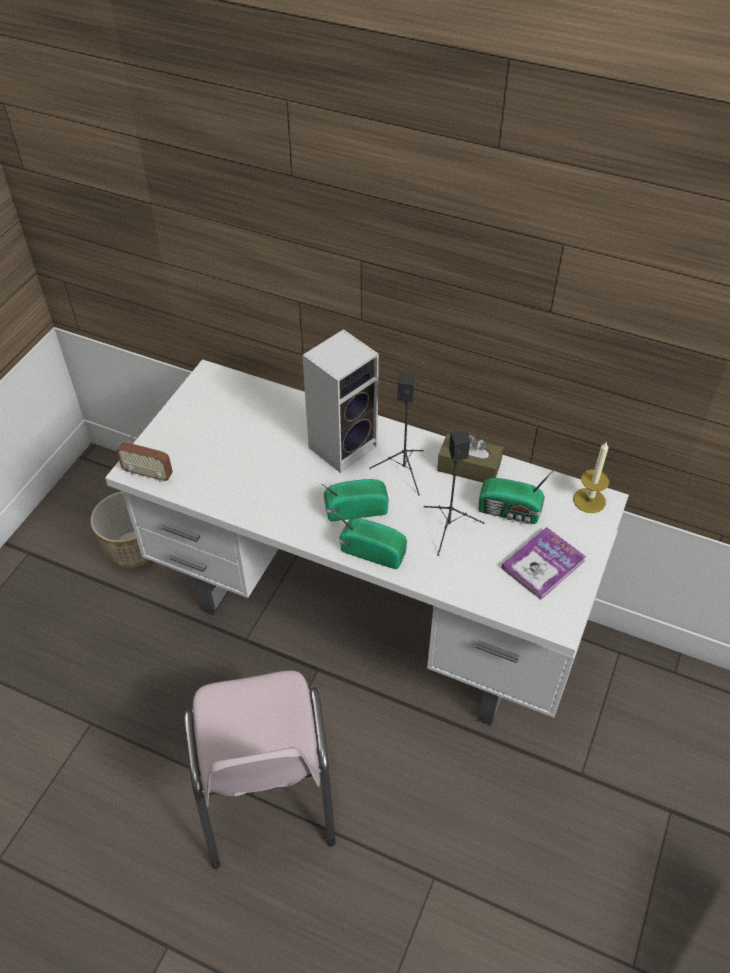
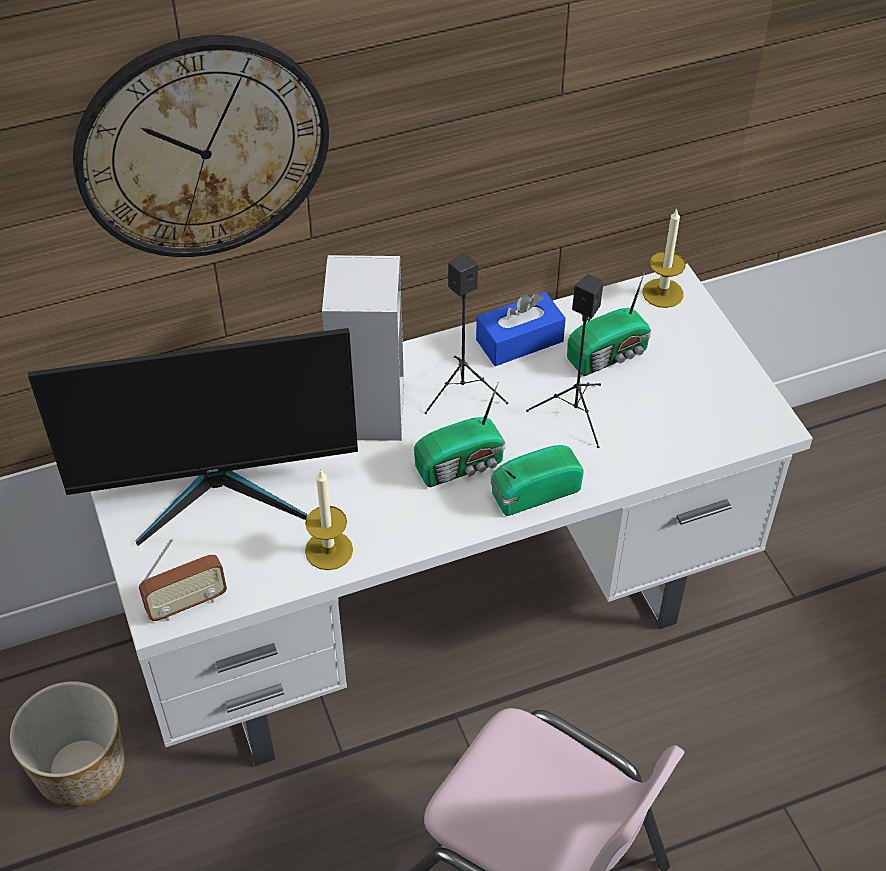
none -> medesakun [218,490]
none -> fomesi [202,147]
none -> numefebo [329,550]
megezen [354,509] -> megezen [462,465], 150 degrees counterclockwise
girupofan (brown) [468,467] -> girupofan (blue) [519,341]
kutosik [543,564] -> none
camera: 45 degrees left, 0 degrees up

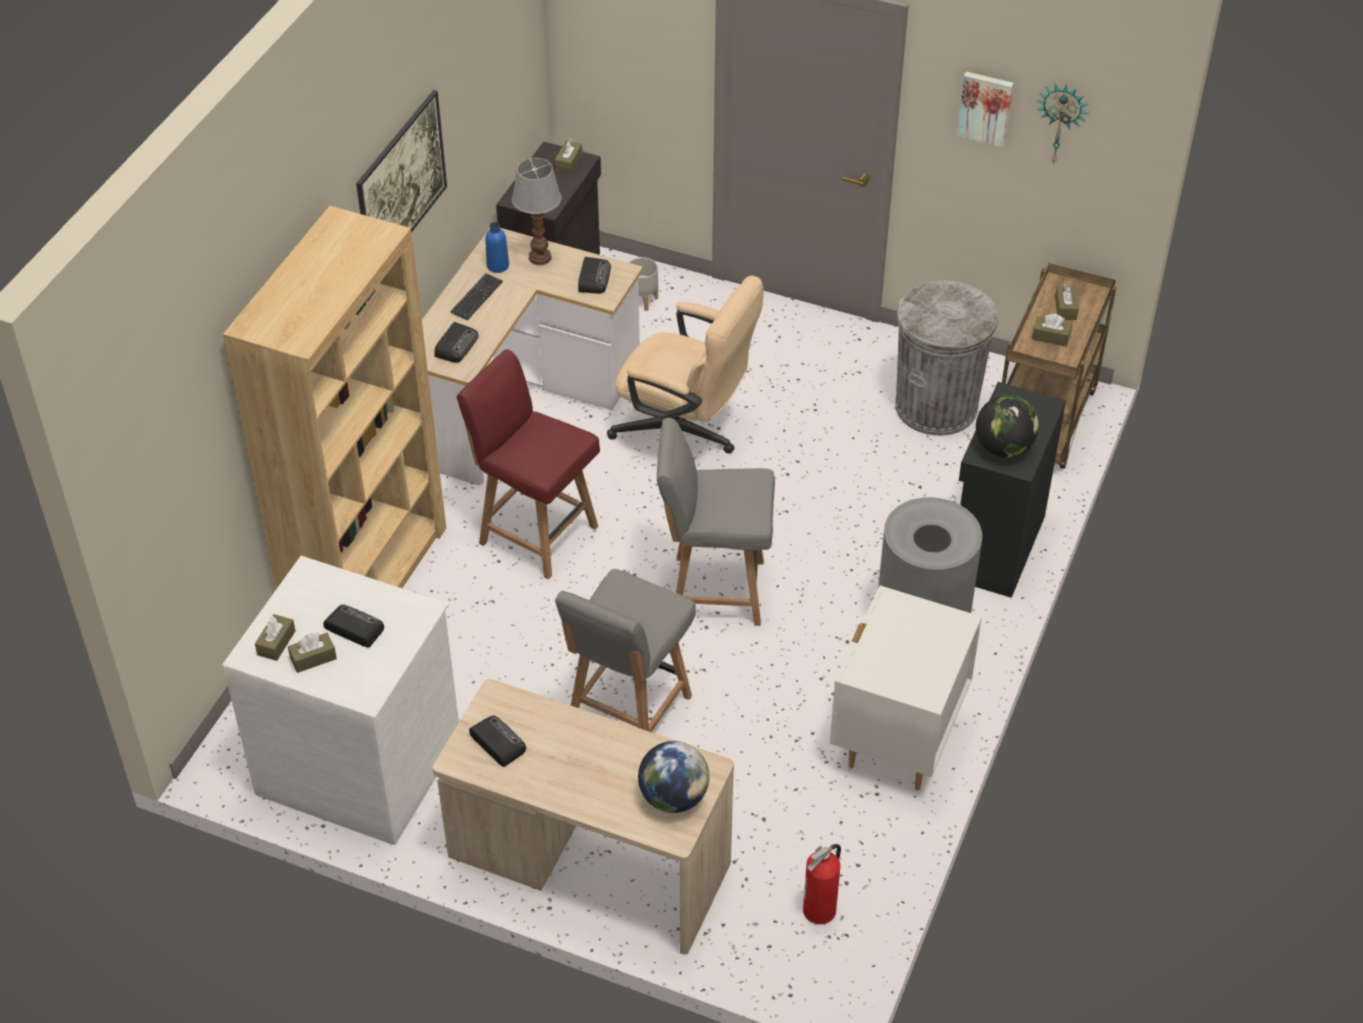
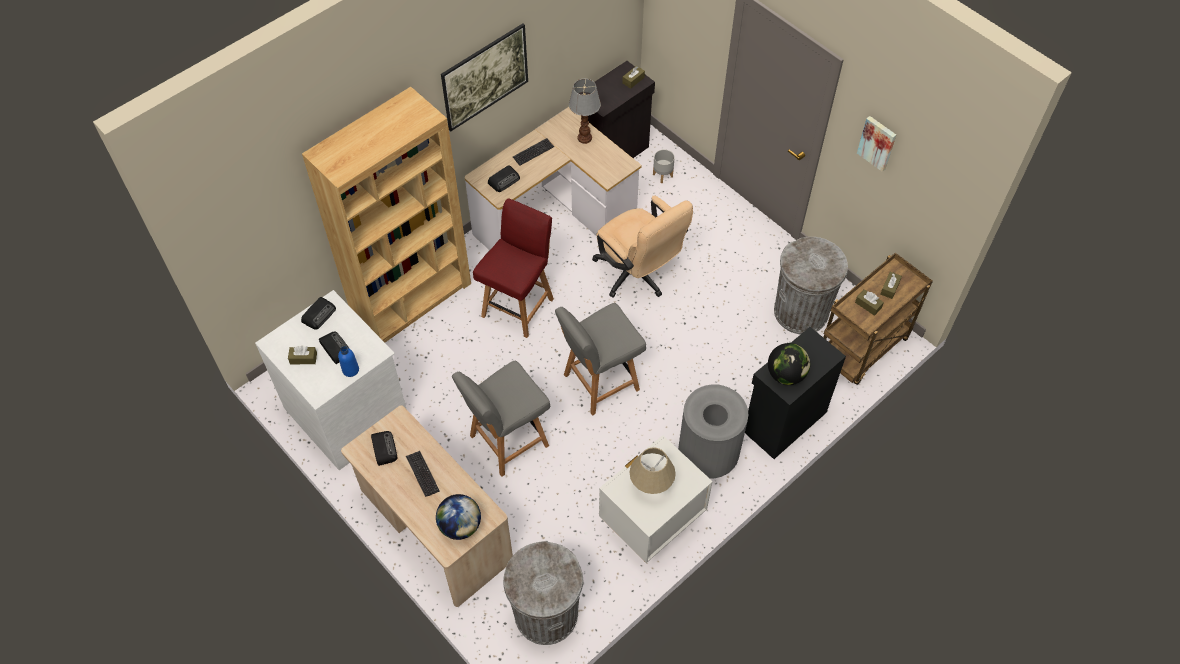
megezen [593,278] -> megezen [319,314], shifted
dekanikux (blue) [498,266] -> dekanikux (blue) [350,370], shifted
none -> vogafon [422,474]
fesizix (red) [536,533] -> fesizix (red) [518,306], 60 degrees clockwise
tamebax [820,910] -> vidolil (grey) [546,614]
fesizix (grey) [714,590] -> fesizix (grey) [599,383], 60 degrees counterclockwise
none -> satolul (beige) [651,485]
girupofan (brown) [276,643] -> none
fomesi [1060,122] -> none
camera: 25 degrees right, 10 degrees up

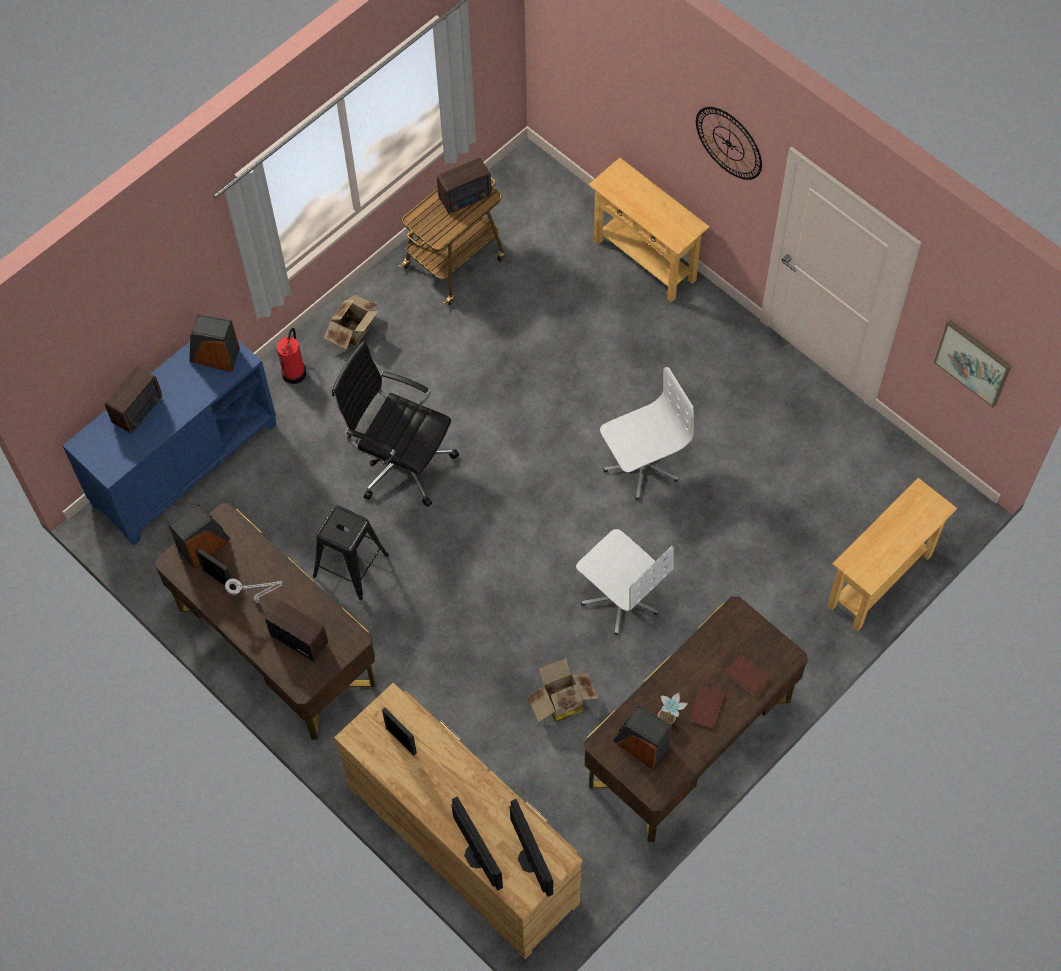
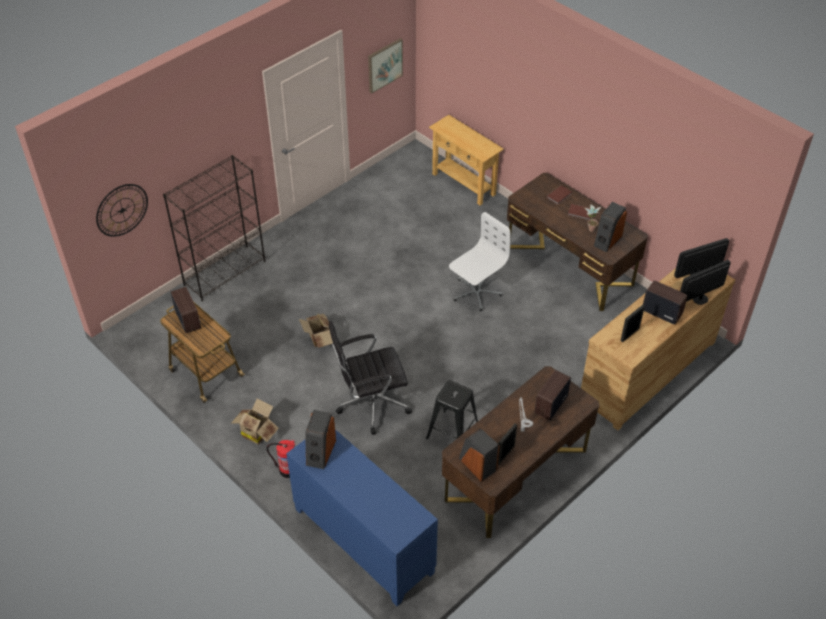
fomesi [728,143] -> fomesi [122,210], shifted
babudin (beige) [644,260] -> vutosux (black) [225,272]
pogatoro [561,702] -> pogatoro [319,339], shifted
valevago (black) [400,462] -> valevago (black) [371,404], 45 degrees clockwise
megezen [139,410] -> megezen [661,312], shifted
valevago (white) [641,465] -> none
camera: 90 degrees left, 15 degrees down

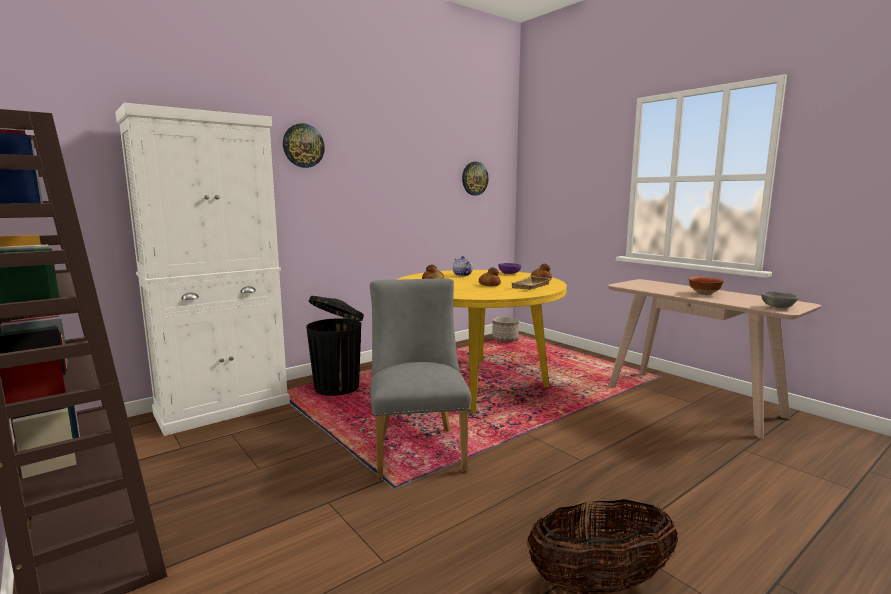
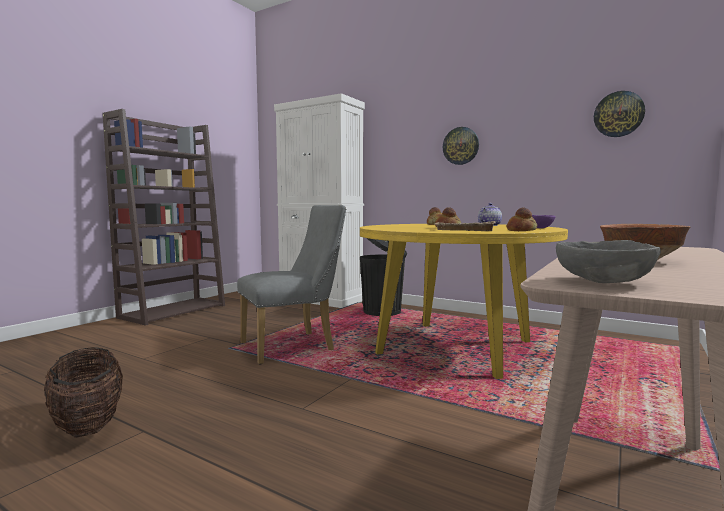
fomesi [303,146] -> fomesi [460,146], shifted
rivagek [505,340] -> none
camera: 70 degrees right, 5 degrees down

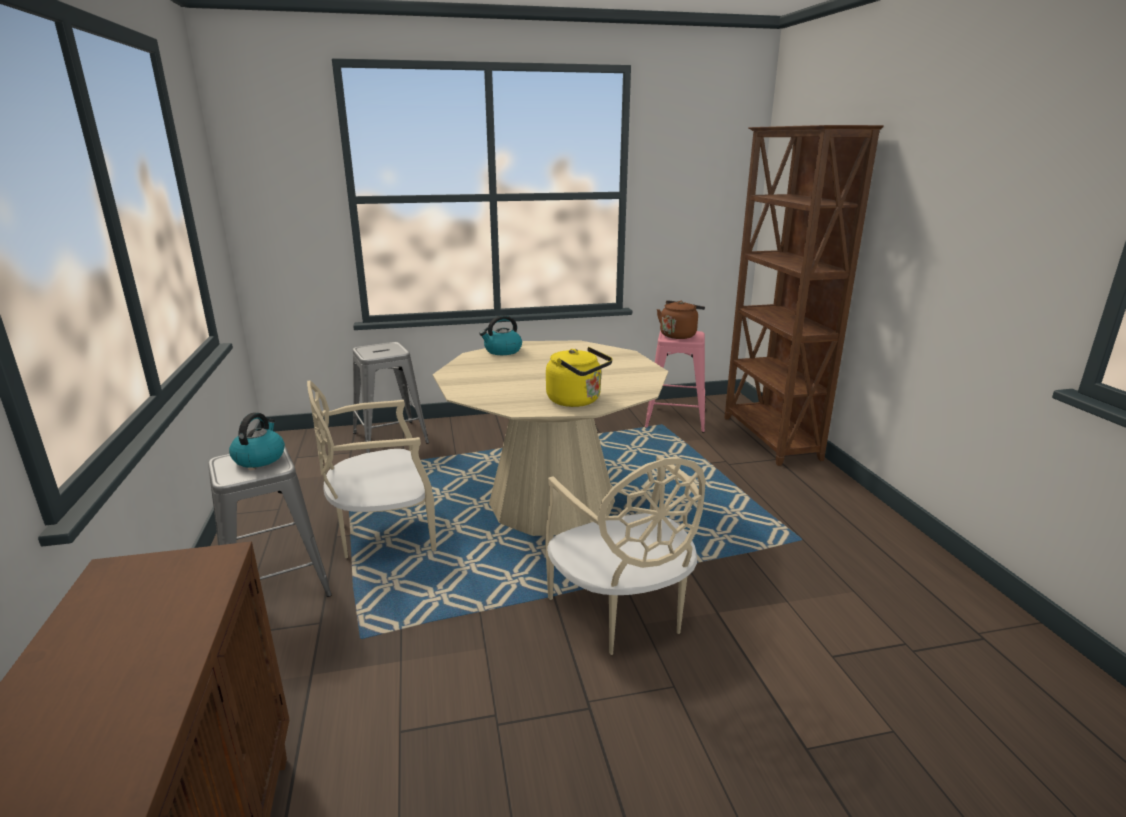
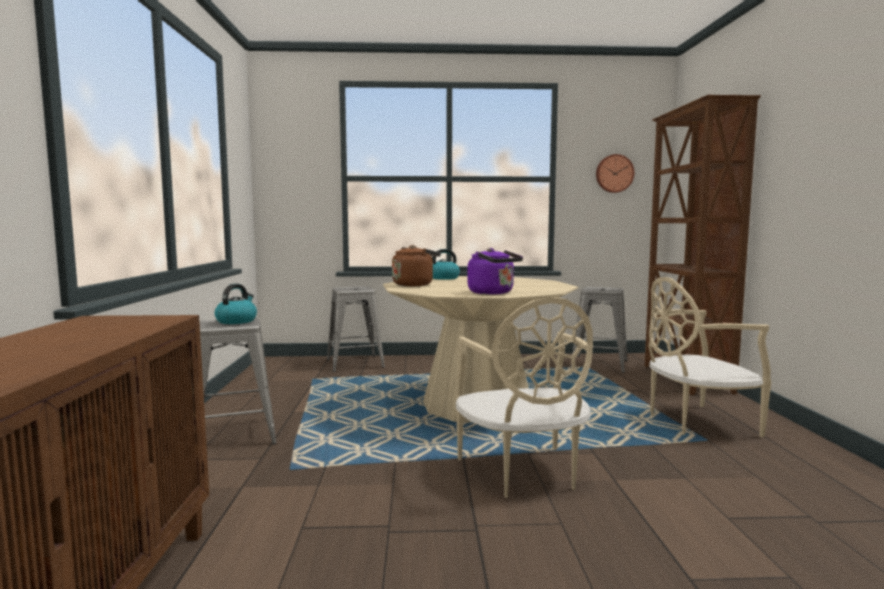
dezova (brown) [679,335] -> dezova (brown) [414,285], shifted
dezova (yellow) [577,401] -> dezova (purple) [493,293]
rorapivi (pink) [675,418] -> rorapivi (grey) [599,364]
none -> fomesi [614,173]
fesizix (beige) [383,532] -> fesizix (beige) [697,422], shifted
camera: 10 degrees right, 15 degrees down

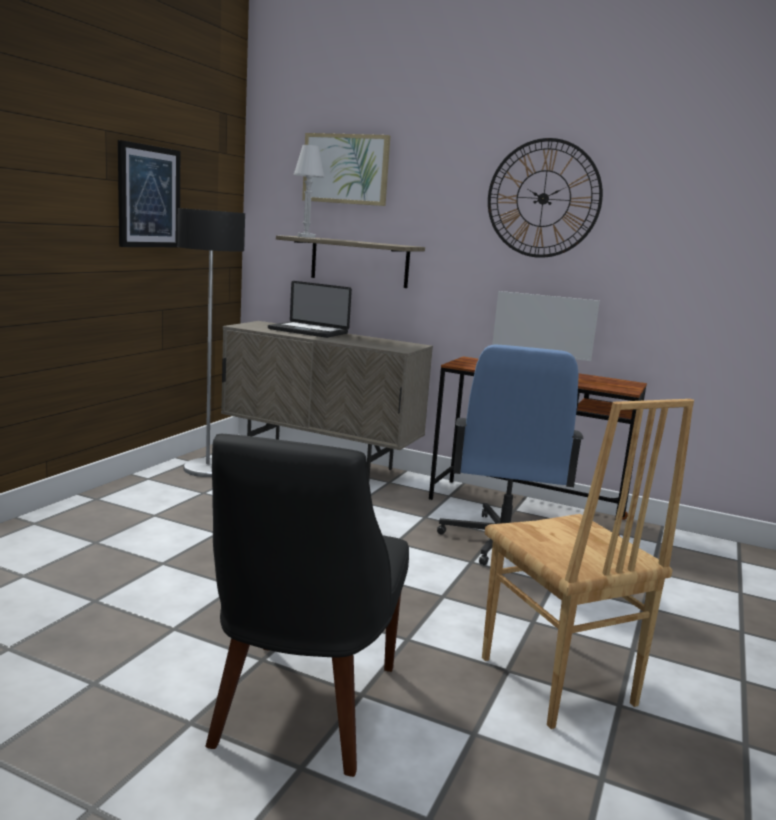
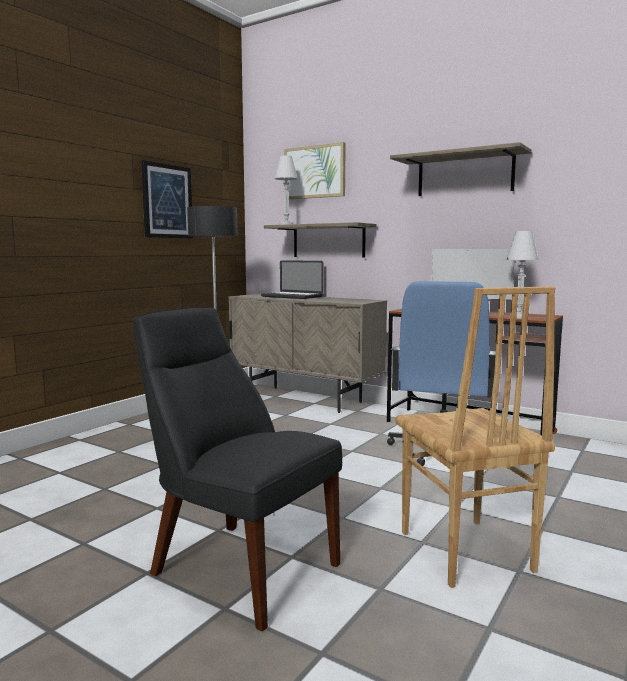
fesizix (black) [302,710] -> fesizix (black) [238,567], 105 degrees clockwise
fomesi [543,198] -> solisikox [465,174]
none -> satolul (white) [518,317]
camera: 10 degrees right, 5 degrees down

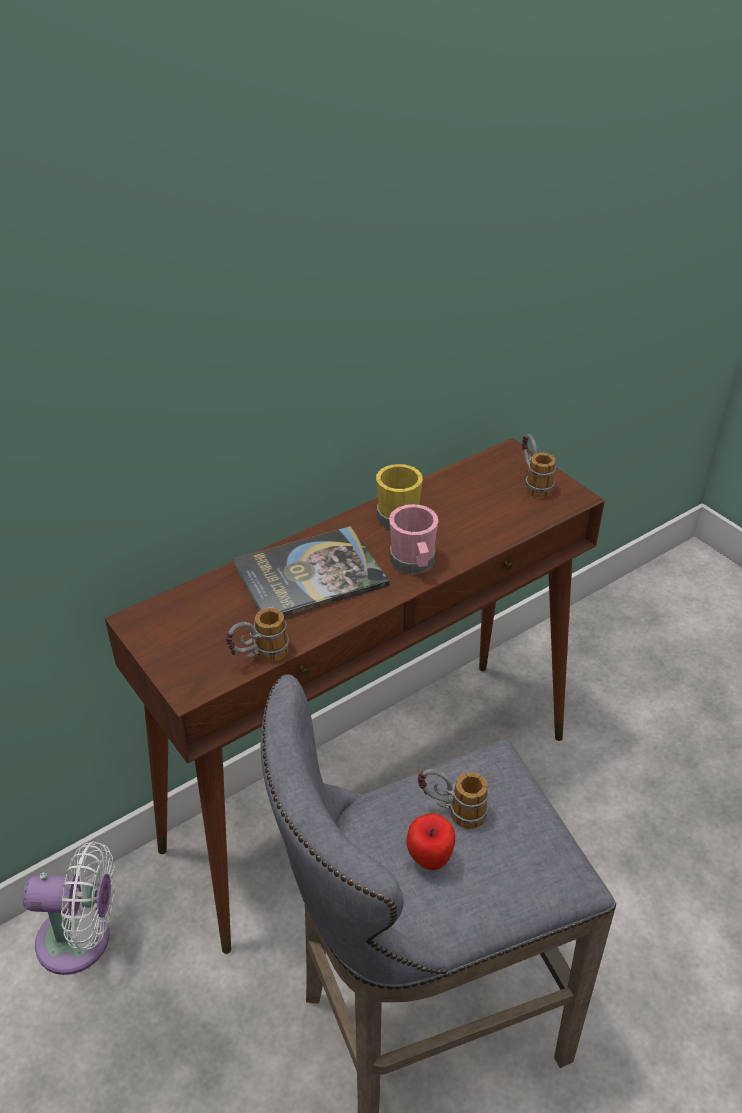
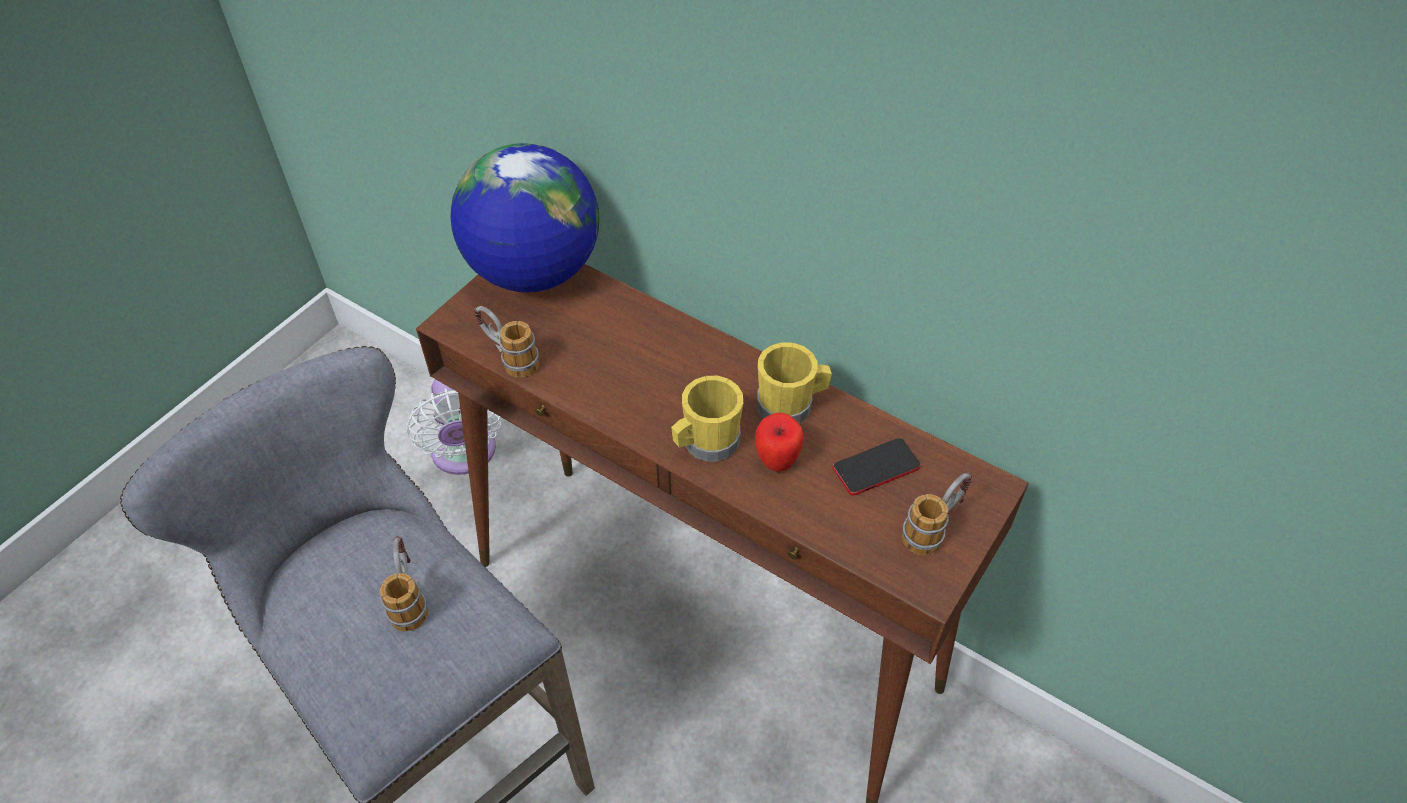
none -> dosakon [533,272]
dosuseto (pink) [414,563] -> dosuseto (yellow) [706,443]
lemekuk [429,860] -> lemekuk [777,461], shifted
none -> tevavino [876,468]
kutosik [310,575] -> none
camera: 70 degrees right, 10 degrees up

